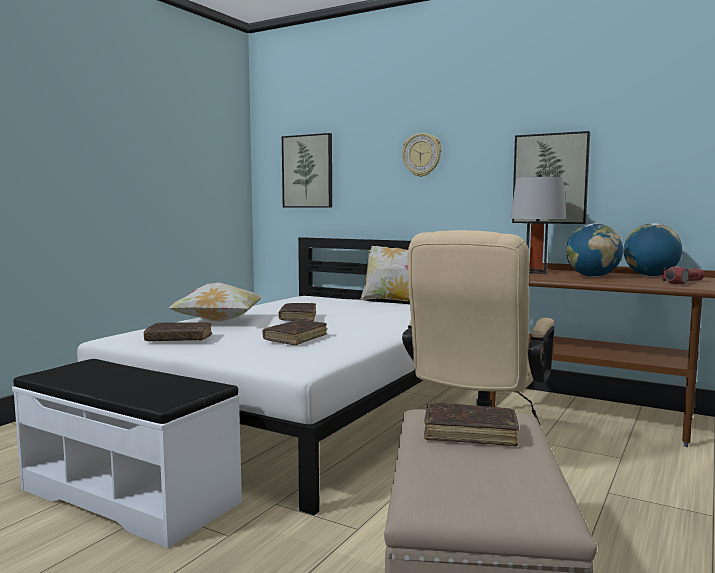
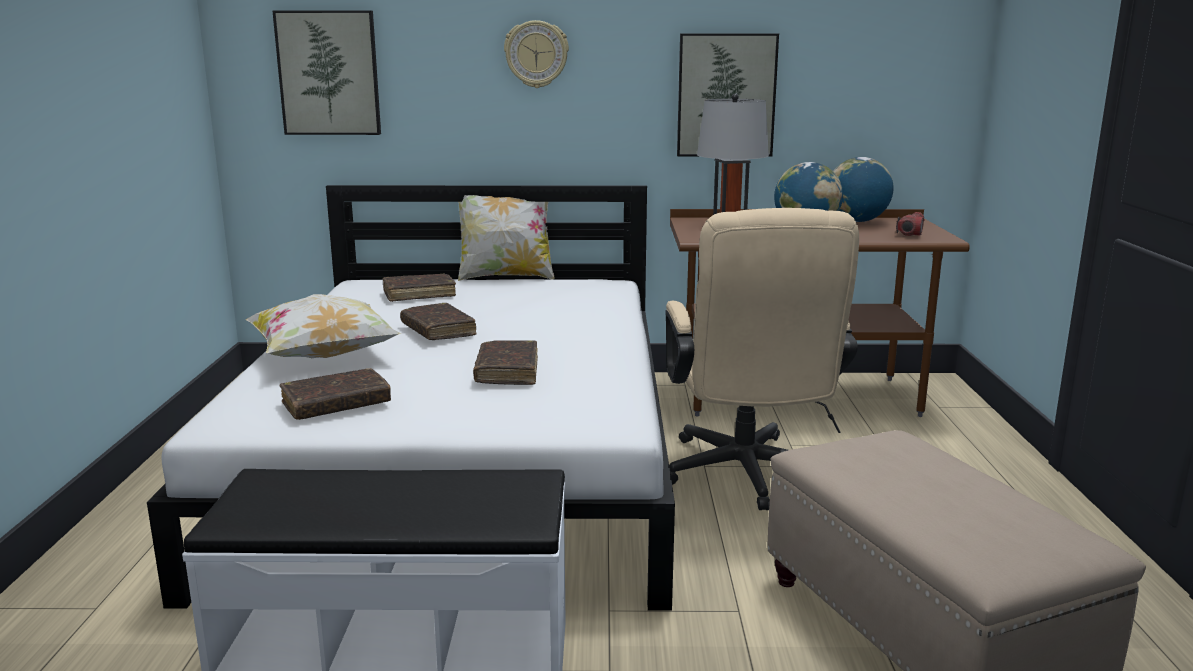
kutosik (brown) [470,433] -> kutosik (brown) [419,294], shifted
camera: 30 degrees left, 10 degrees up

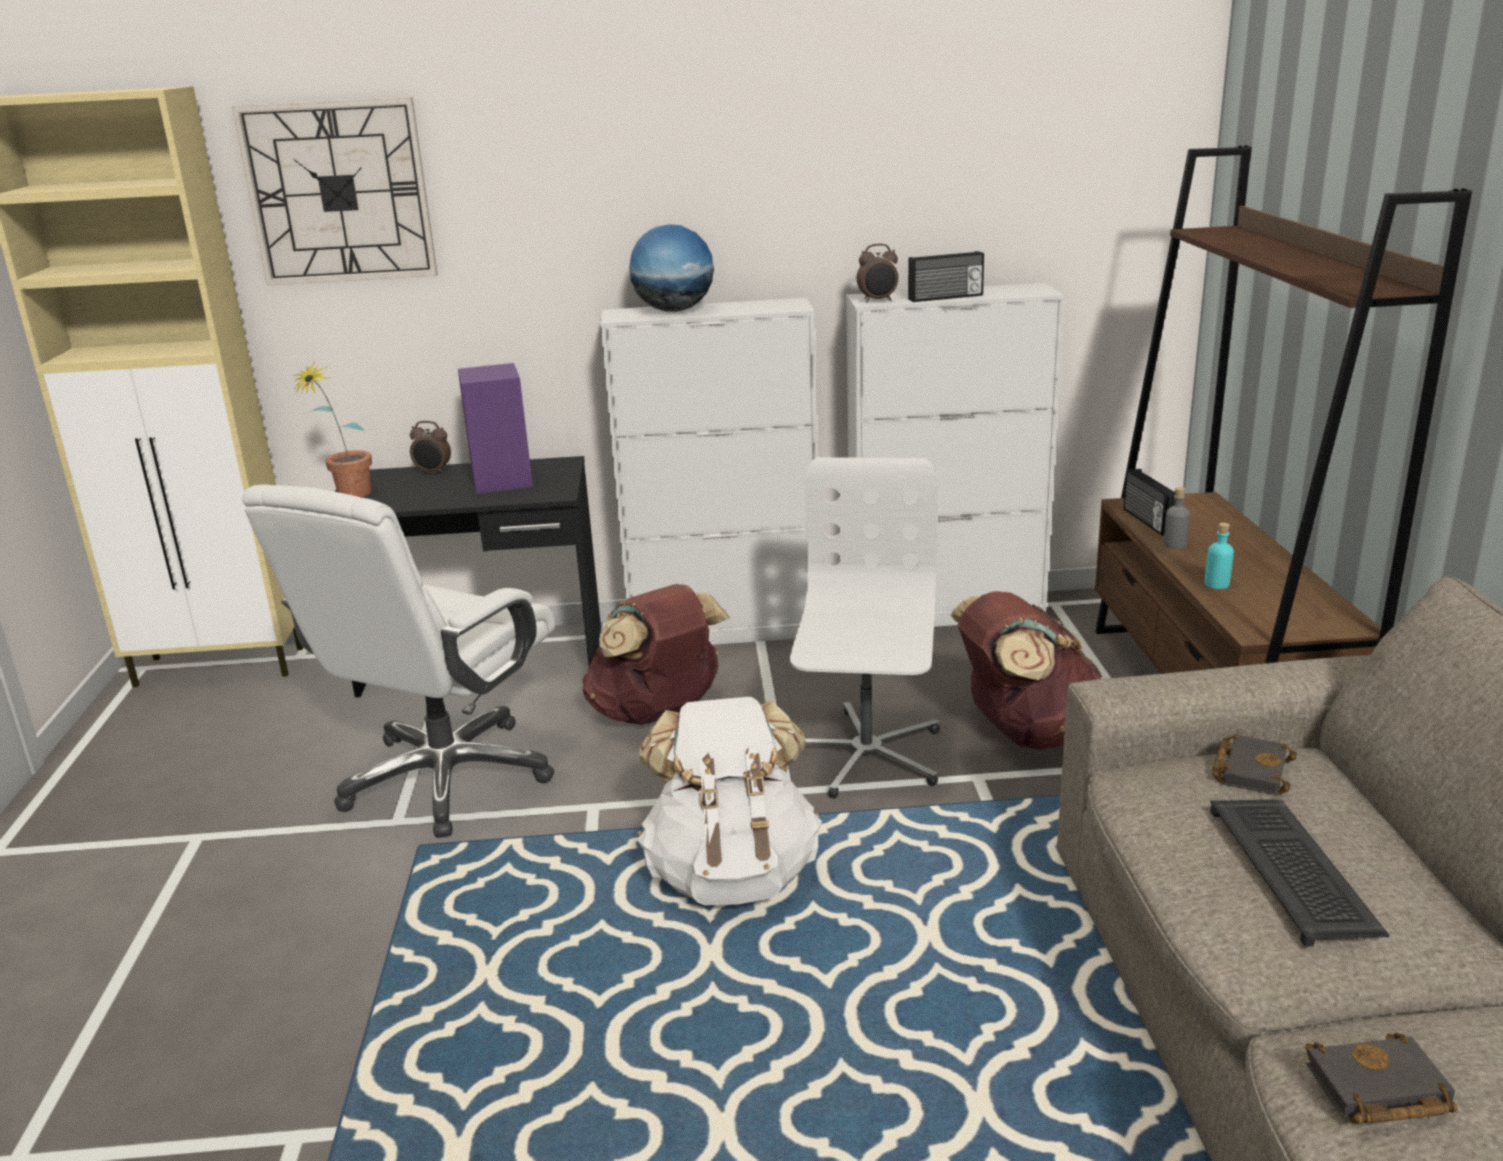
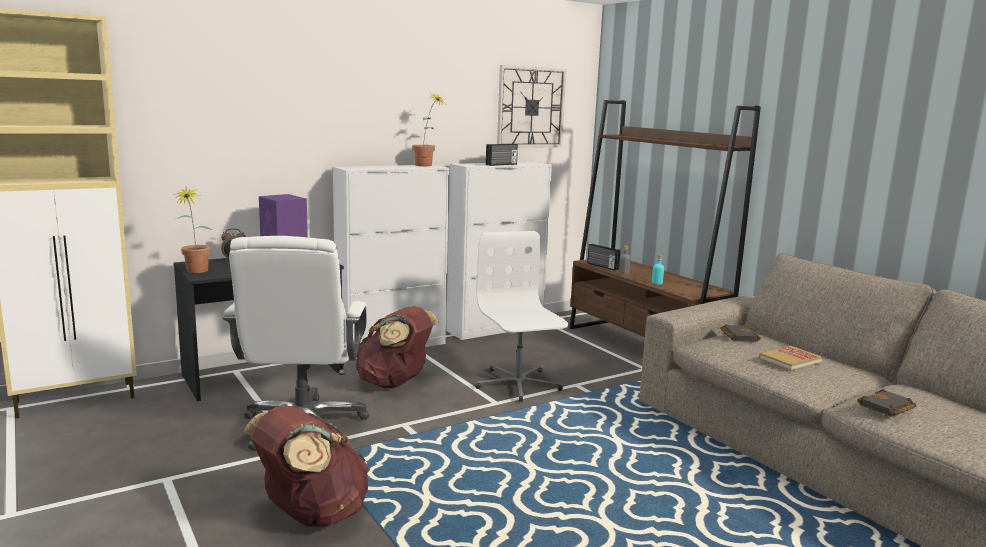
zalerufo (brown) [1025,733] -> zalerufo (brown) [311,515], shifted
none -> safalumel [427,166]
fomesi [339,192] -> fomesi [531,107], shifted
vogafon [1295,872] -> kutosik [790,361]
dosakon [674,310] -> none
zalerufo (white) [732,874] -> none
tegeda [878,301] -> none
camera: 30 degrees left, 10 degrees down

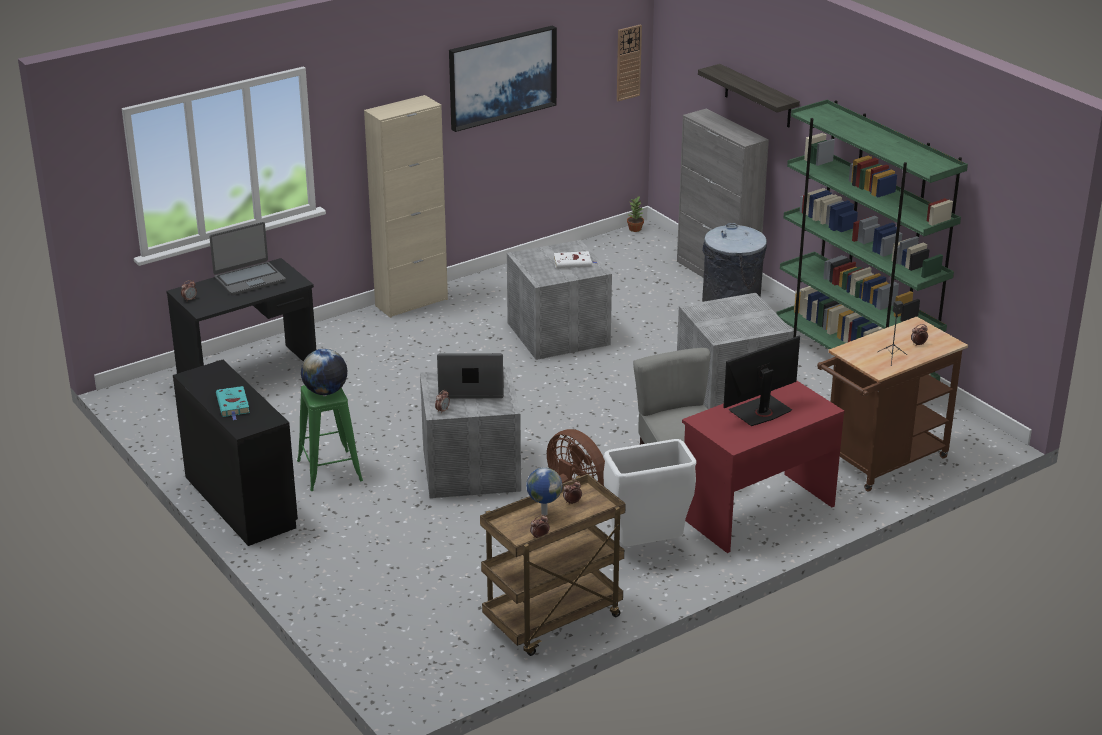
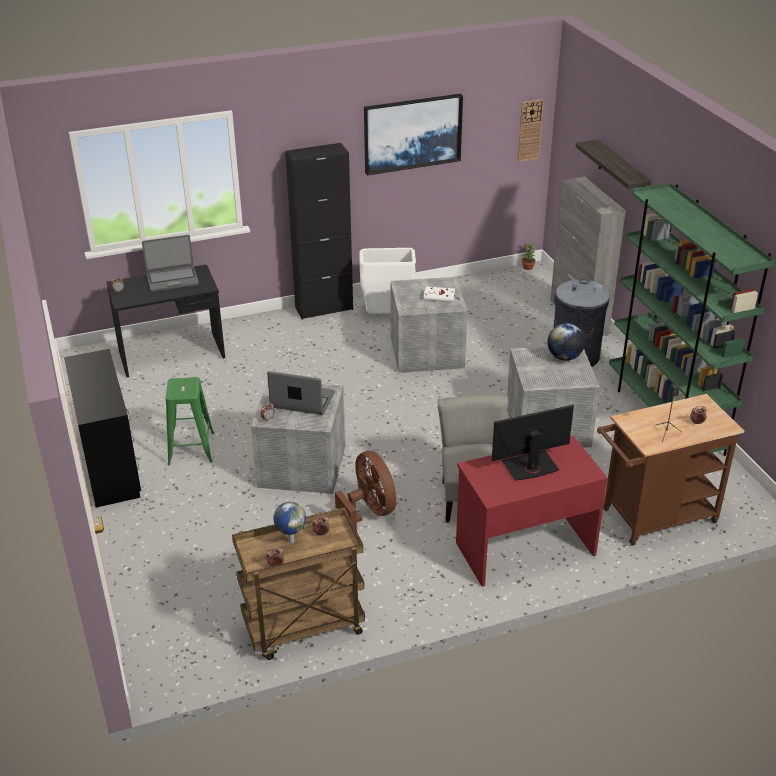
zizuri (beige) [411,302] -> zizuri (black) [324,308]
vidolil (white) [646,546] -> vidolil (white) [387,316], shifted
dosakon [325,391] -> dosakon [564,357], shifted
kutosik (turquoise) [233,405] -> none
camera: 15 degrees right, 5 degrees up

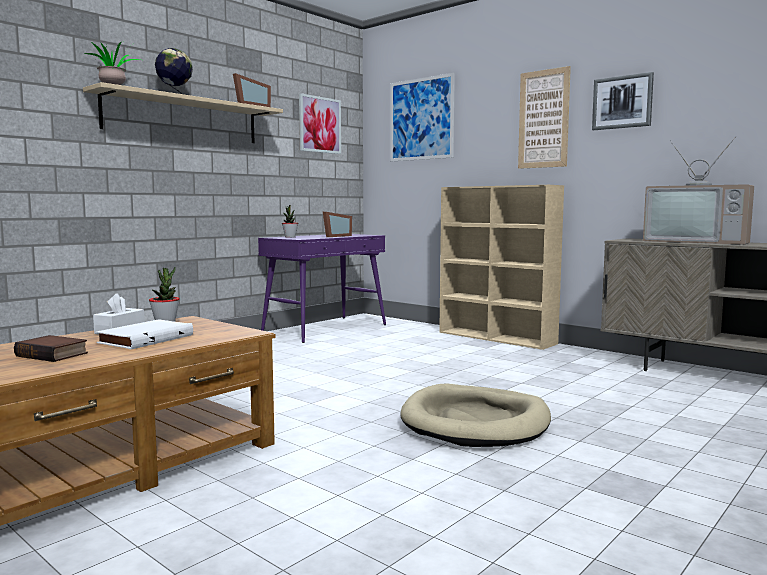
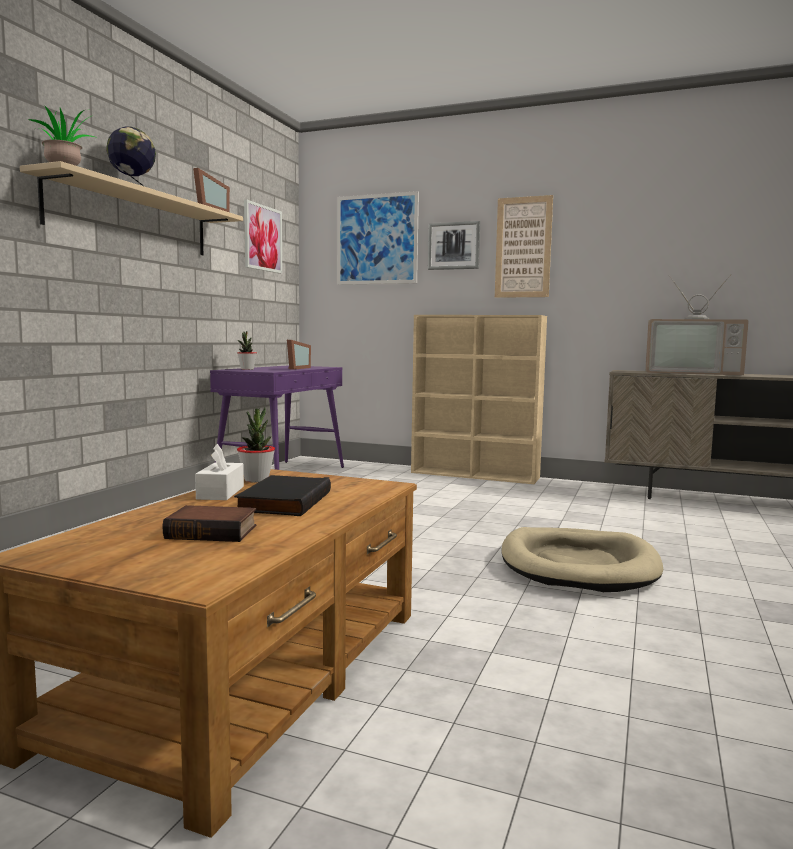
kutosik (white) [145,339] -> kutosik (black) [283,501]
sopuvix [622,102] -> sopuvix [454,246], shifted
camera: 20 degrees left, 0 degrees up

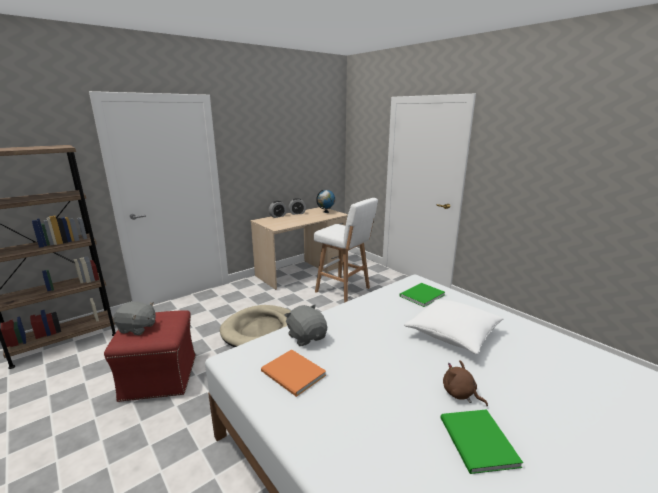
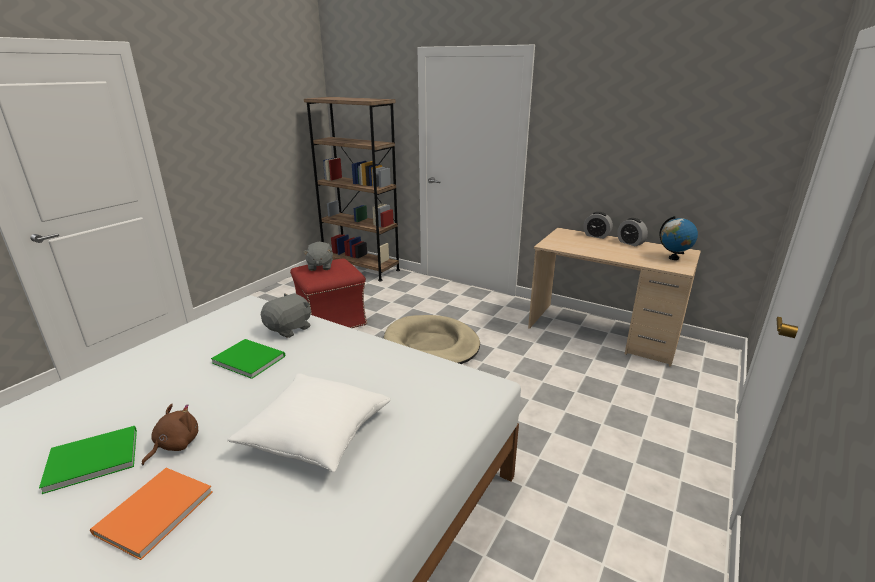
kutosik (orange) [293,375] -> kutosik (orange) [151,513], shifted
kutosik (green) [420,295] -> kutosik (green) [249,358], shifted
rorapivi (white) [344,290] -> none
camera: 70 degrees right, 5 degrees up

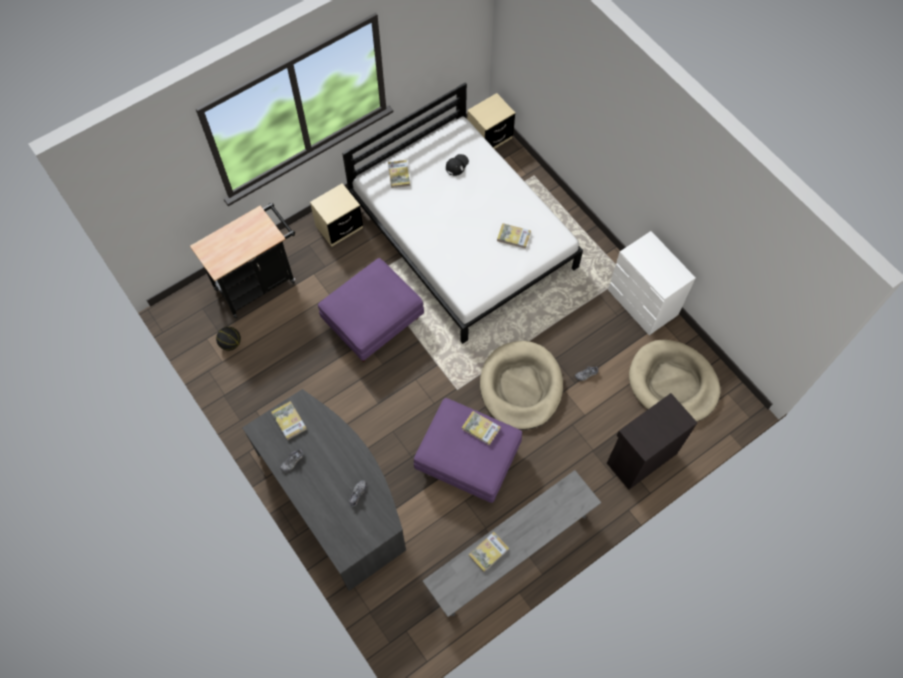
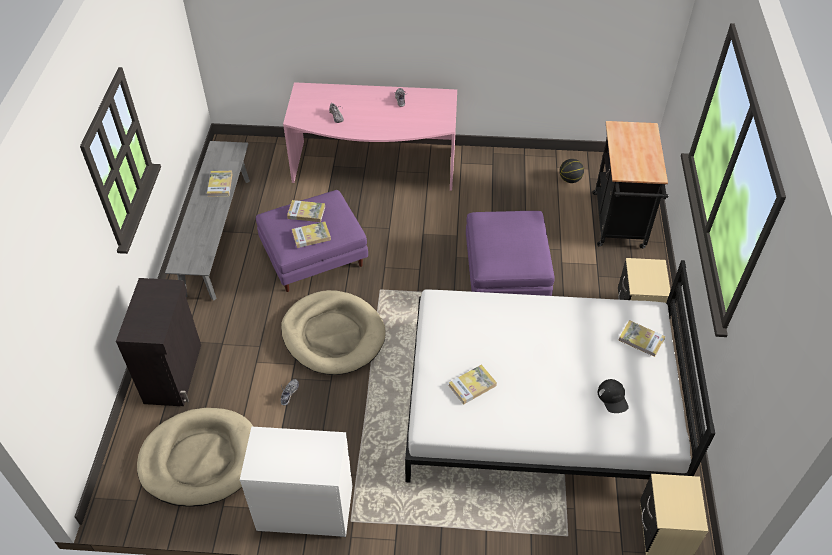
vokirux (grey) [334,498] -> vokirux (pink) [374,168]
kutosik [289,421] -> kutosik [306,212], shifted
camera: 130 degrees right, 15 degrees down

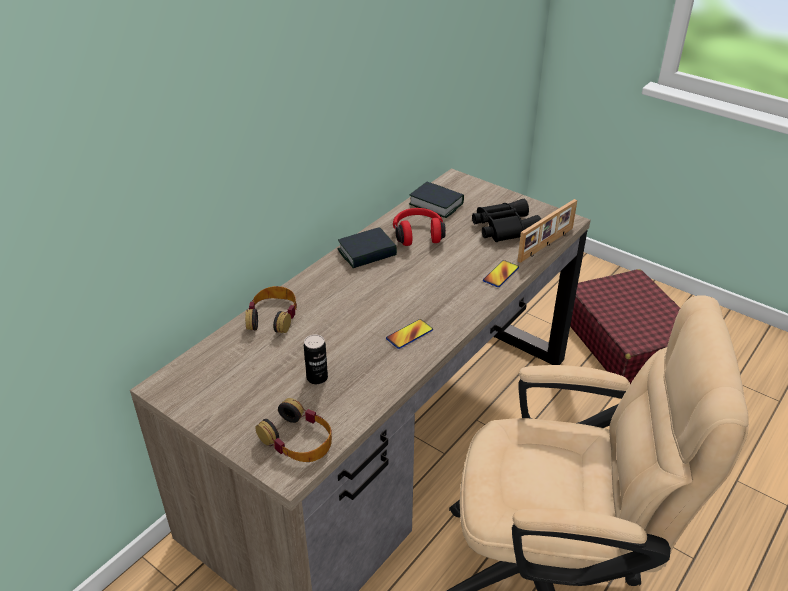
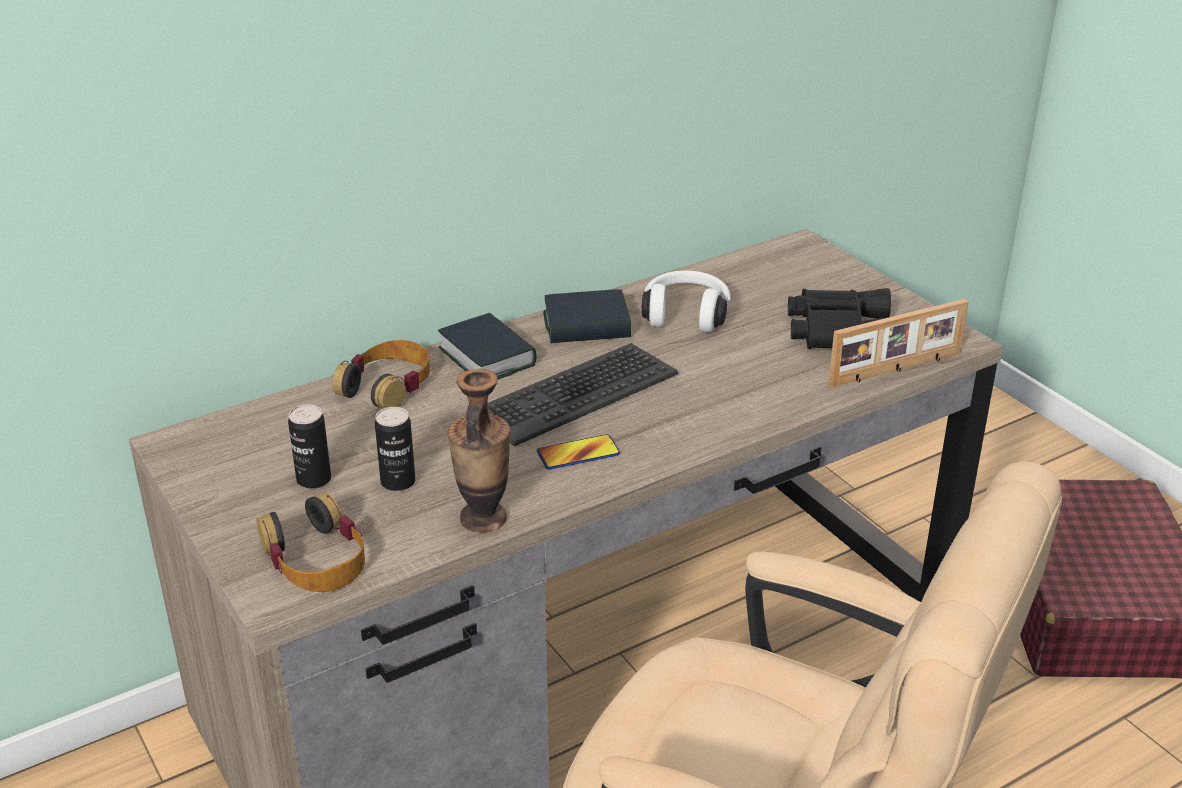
none -> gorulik [314,479]
kutosik [436,204] -> kutosik [487,357], shifted
none -> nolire [483,518]
none -> vogafon [575,394]
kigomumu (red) [418,234] -> kigomumu (white) [686,314]
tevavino [501,274] -> none
camera: 20 degrees right, 5 degrees down

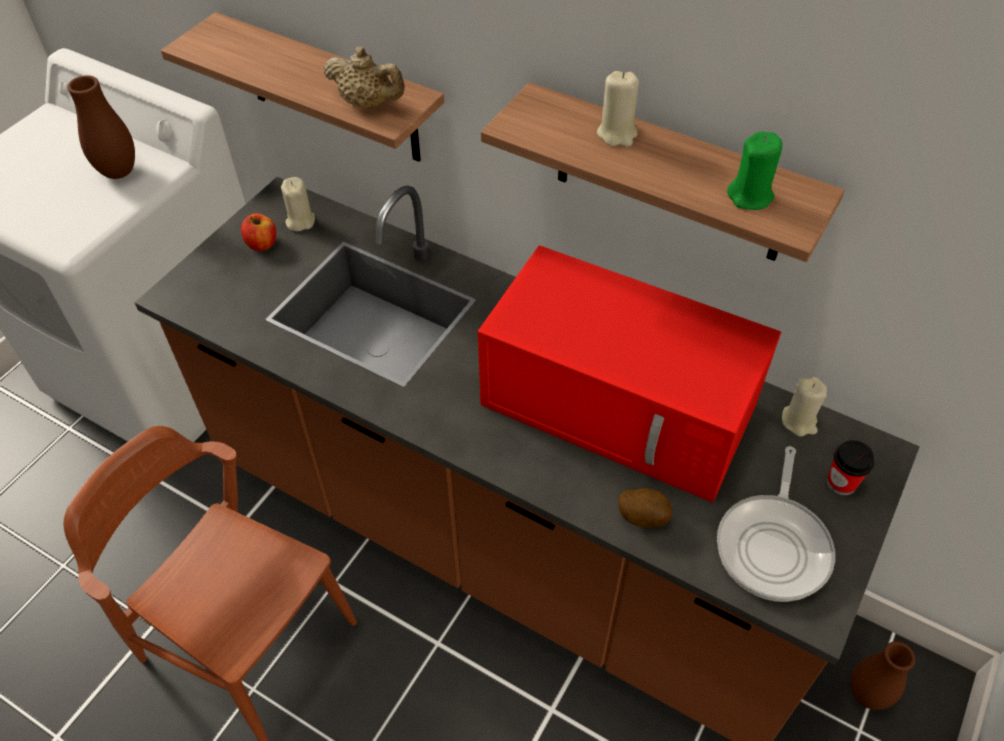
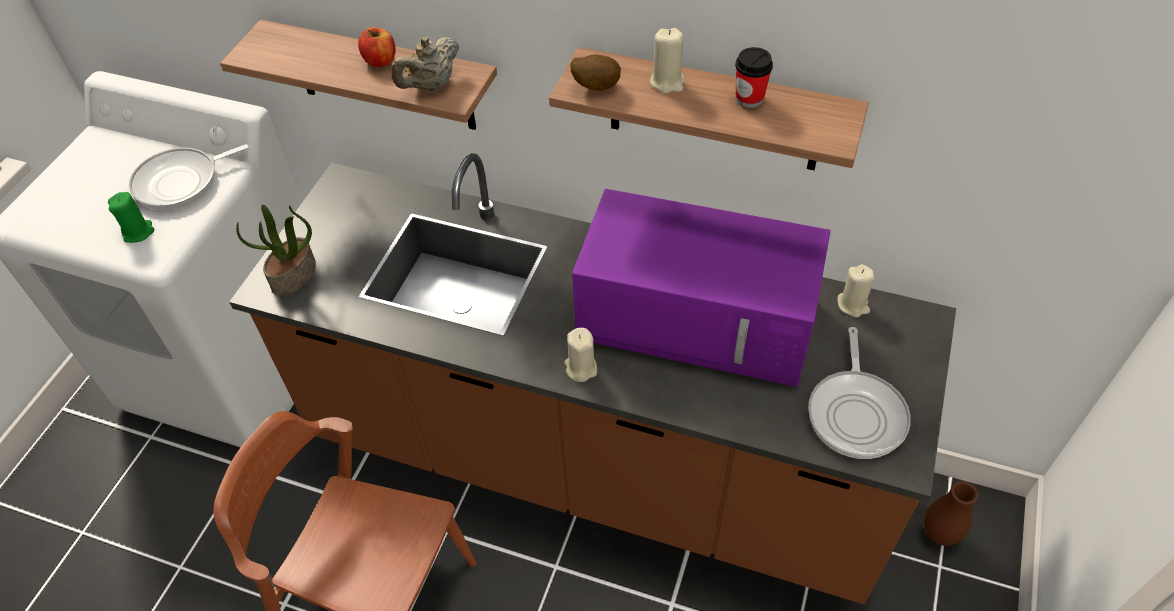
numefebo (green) [750,196] -> numefebo (green) [138,232], shifted
nolire (brown) [119,172] -> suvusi [182,182]
none -> safalumel [294,276]
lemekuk [262,244] -> lemekuk [380,60], shifted
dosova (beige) [368,104] -> dosova (beige) [431,86], 120 degrees clockwise
numefebo (beige) [300,221] -> numefebo (beige) [581,368], shifted
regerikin [642,516] -> regerikin [596,86], shifted
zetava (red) [622,405] -> zetava (purple) [700,317]
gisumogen [841,483] -> gisumogen [749,99], shifted
camera: 10 degrees left, 0 degrees up

